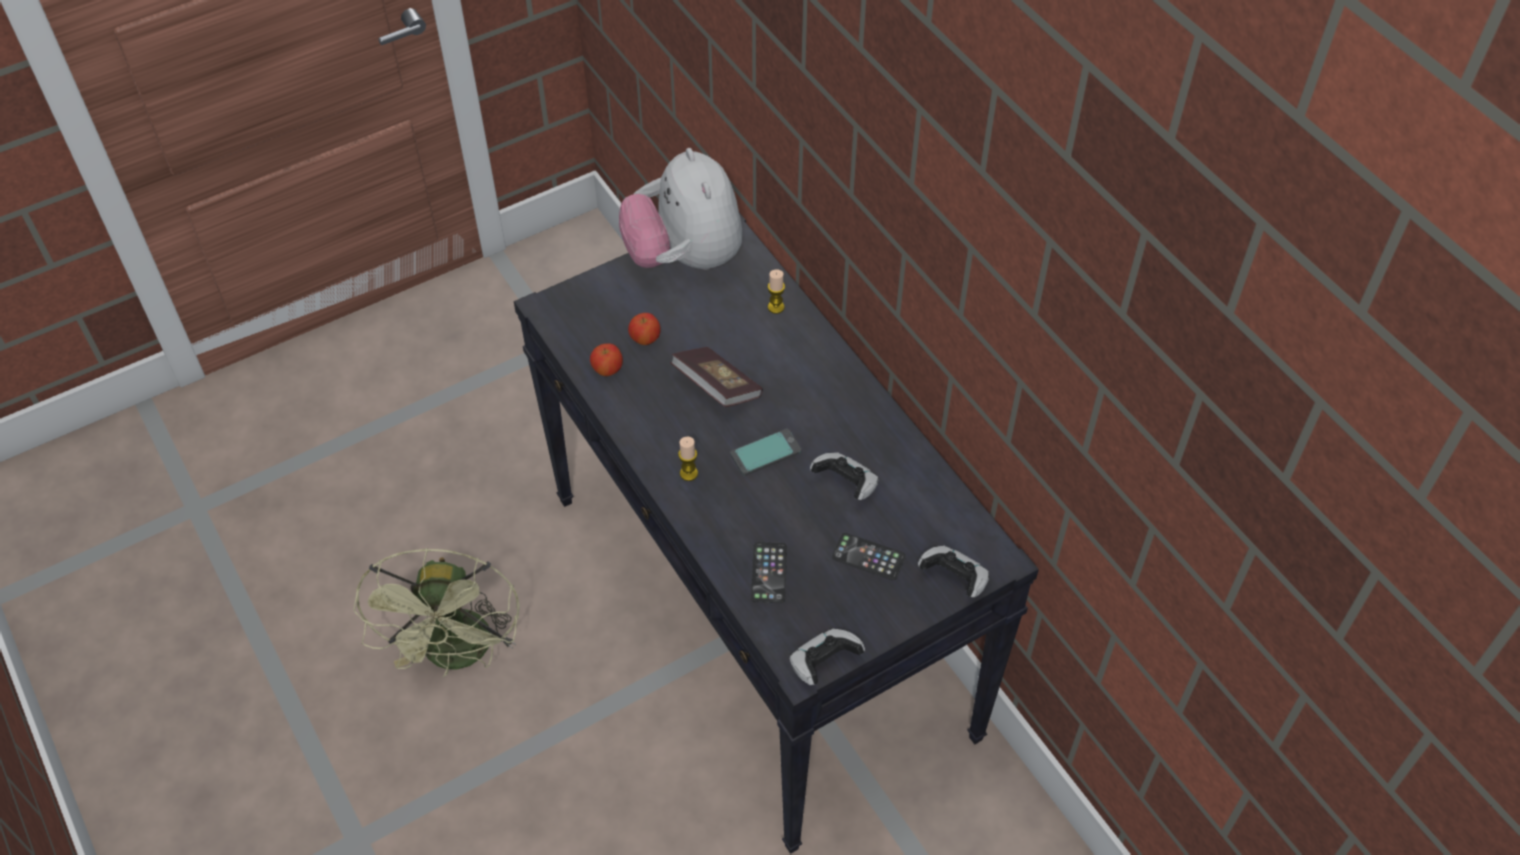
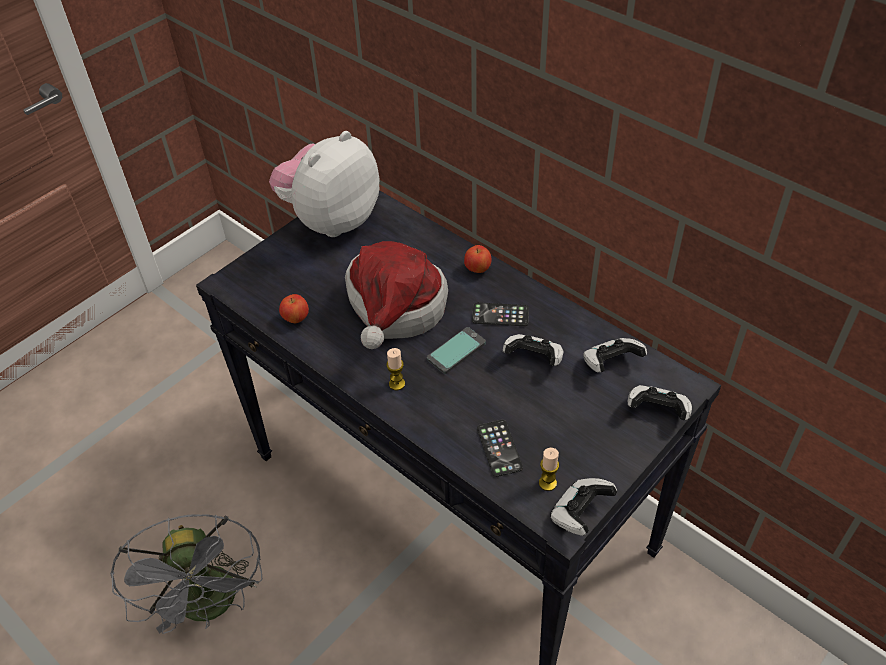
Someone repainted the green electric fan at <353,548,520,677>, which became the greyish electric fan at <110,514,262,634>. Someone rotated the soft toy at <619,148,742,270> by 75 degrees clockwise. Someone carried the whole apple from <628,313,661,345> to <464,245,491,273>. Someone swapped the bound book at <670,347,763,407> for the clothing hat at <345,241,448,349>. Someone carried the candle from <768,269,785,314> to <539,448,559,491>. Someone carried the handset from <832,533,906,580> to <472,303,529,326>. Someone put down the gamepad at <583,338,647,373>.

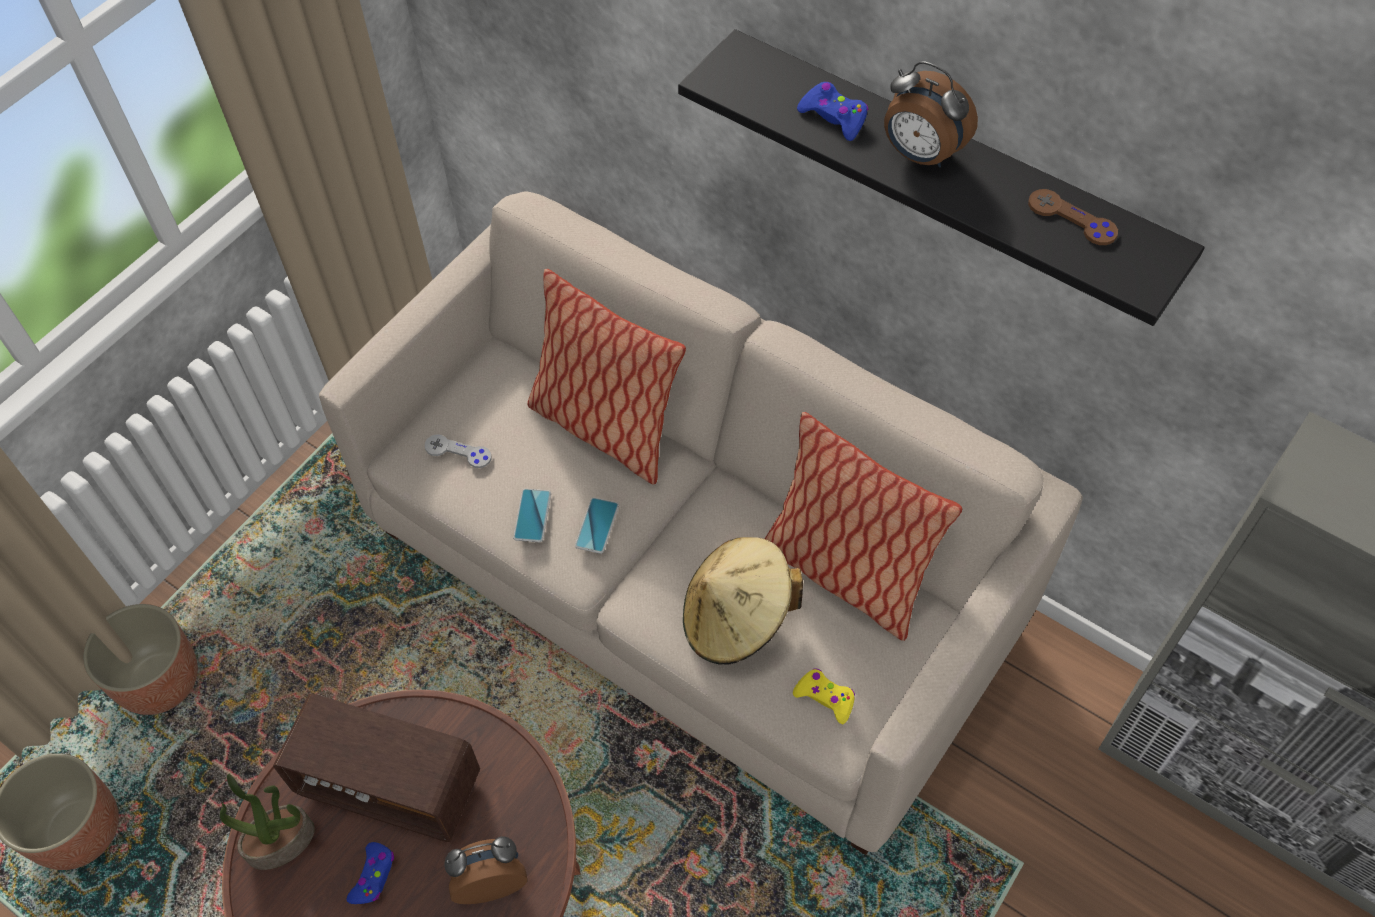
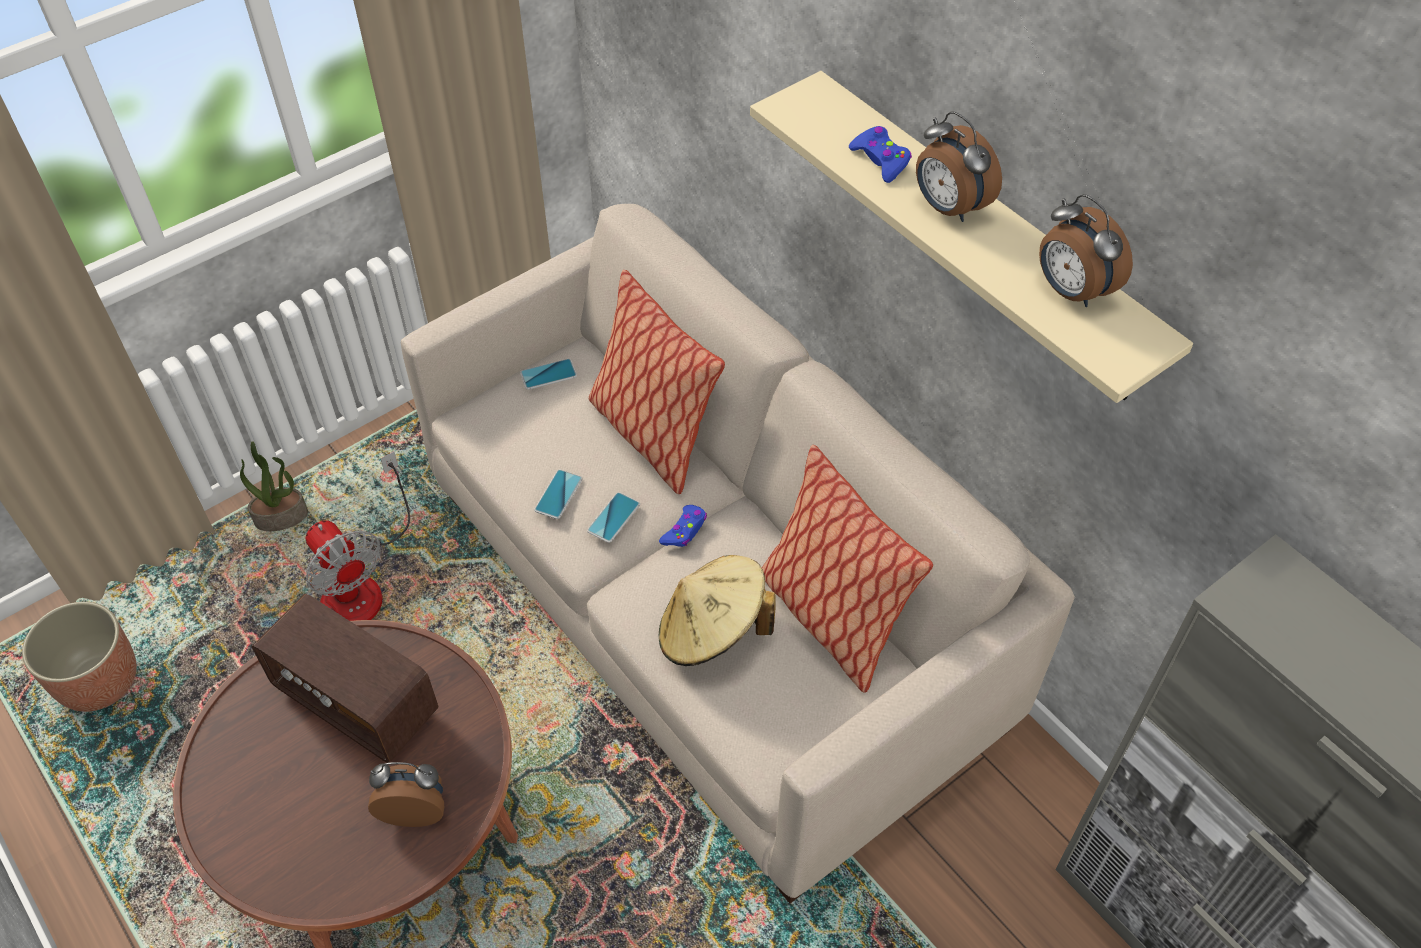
Someone took away the flower pot at <83,604,198,715>. Someone carried the houseplant from <220,774,315,870> to <240,441,308,531>. Someone carried the bluish gamepad from <346,842,394,904> to <659,505,707,547>. Someone took away the greyish gamepad at <425,434,492,468>. Someone repainted the black-coloured shelf at <678,29,1205,326>, which became the beige-coloured shelf at <750,71,1193,403>. Someone took away the yellow-coloured gamepad at <793,668,855,725>. Someone swapped the brownish gamepad at <1028,189,1118,245> for the bedside clock at <1039,194,1133,307>. Someone put down the electric fan at <306,451,410,621>. Someone put down the handset at <520,359,577,390>.

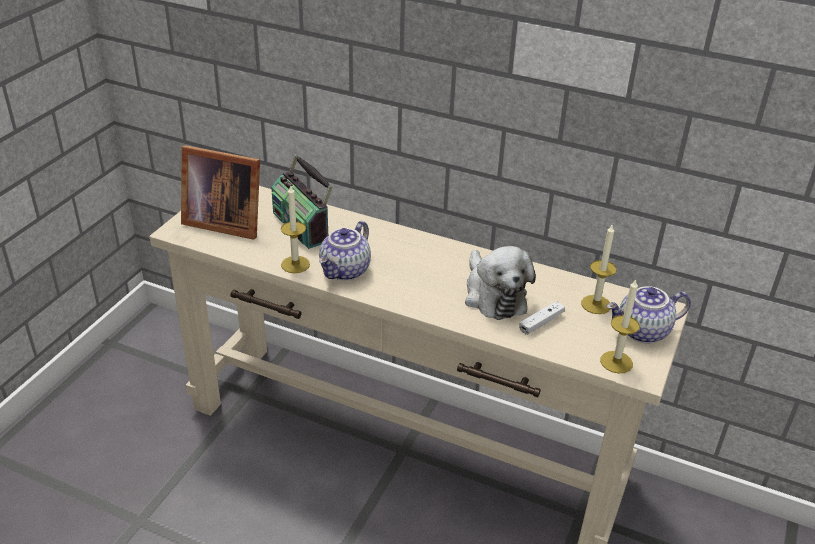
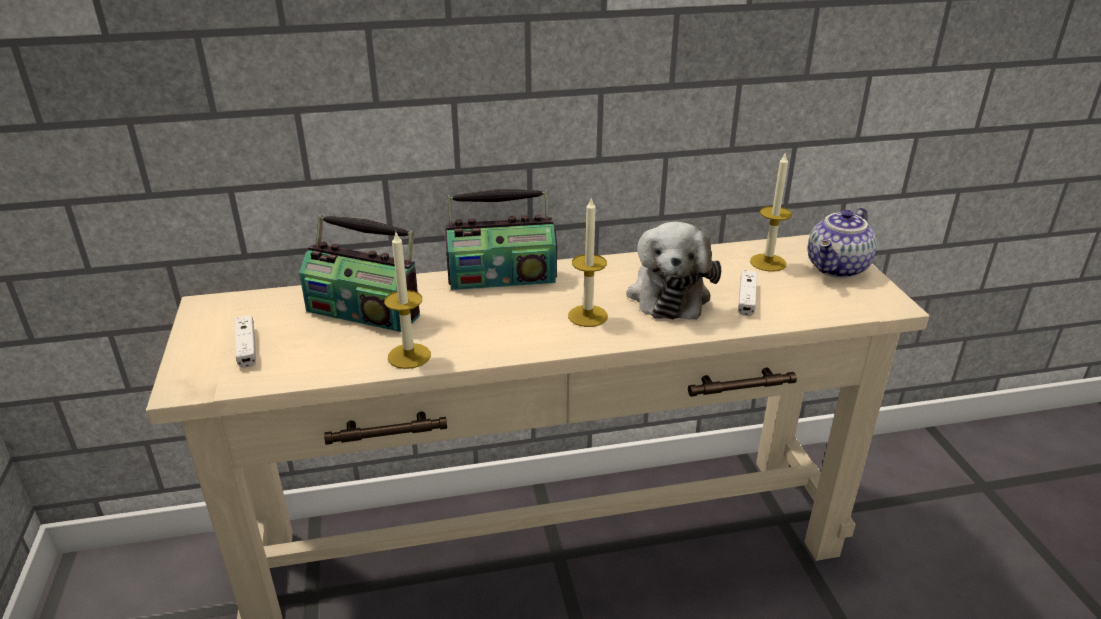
Someone swapped the photo frame at <181,145,260,240> for the white-coloured gamepad at <234,315,256,368>. Someone took away the teapot at <319,221,371,281>. Someone rotated the soft toy at <465,246,536,320> by 60 degrees clockwise. Someone carried the candle from <600,279,640,374> to <568,196,608,327>. Someone put down the radio receiver at <445,189,557,290>.

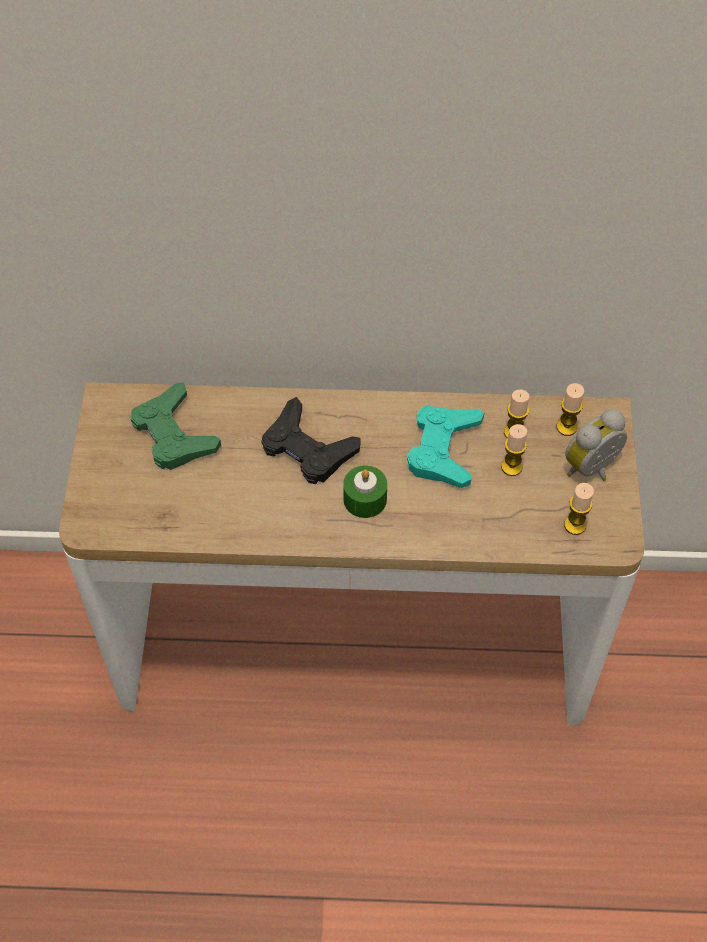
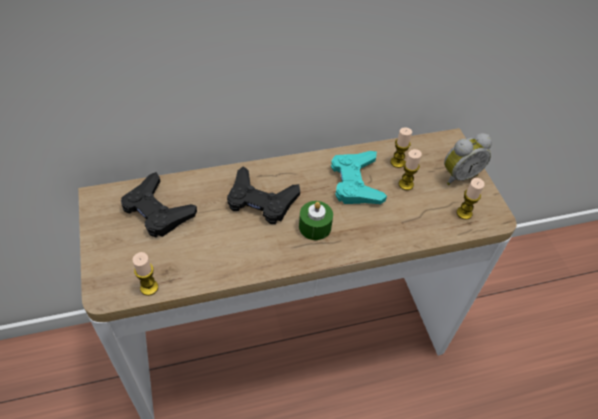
Someone repainted the green gamepad at <131,382,221,470>, which became the black-coloured gamepad at <121,172,197,237>. Someone carried the candle from <557,383,584,436> to <133,252,158,296>. Someone rotated the bedside clock at <565,409,627,481> by 150 degrees counterclockwise.

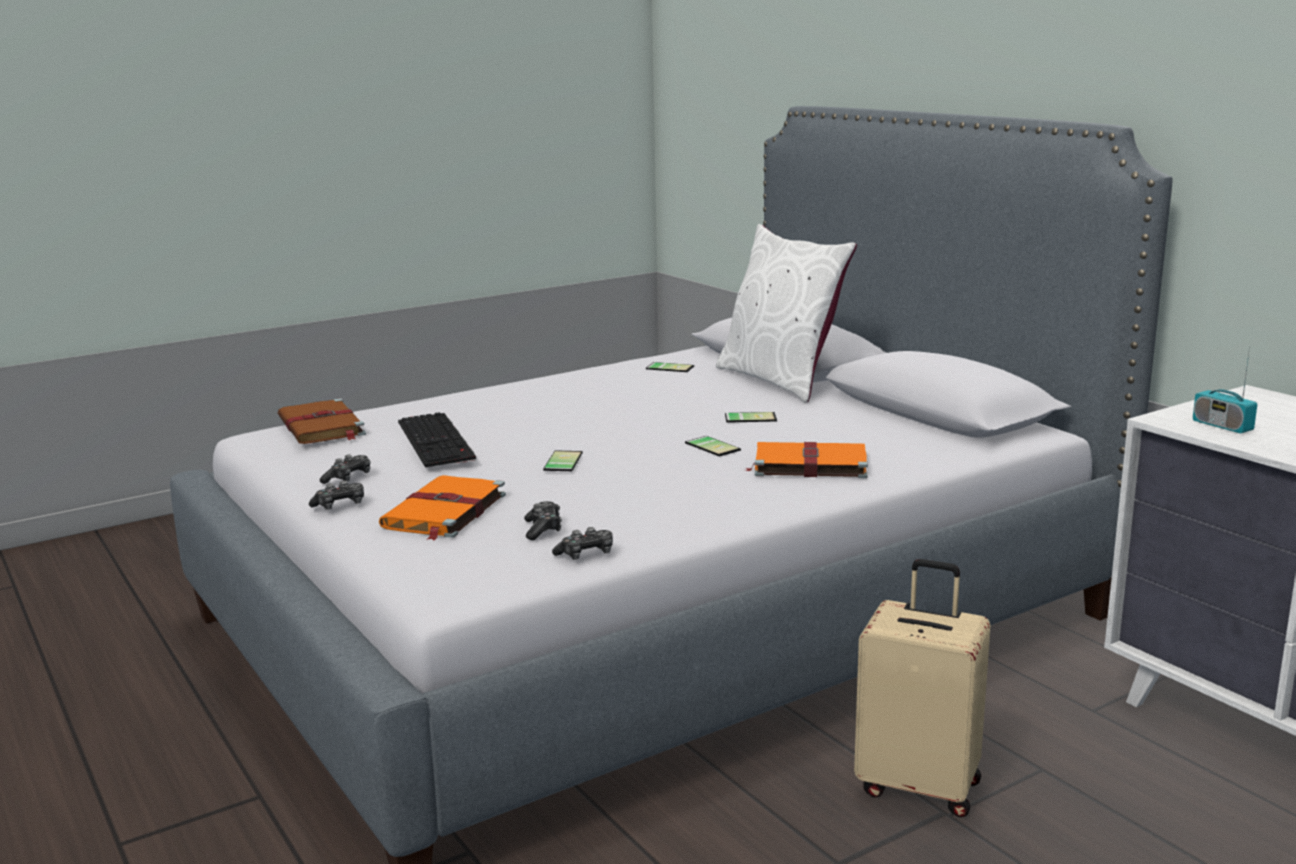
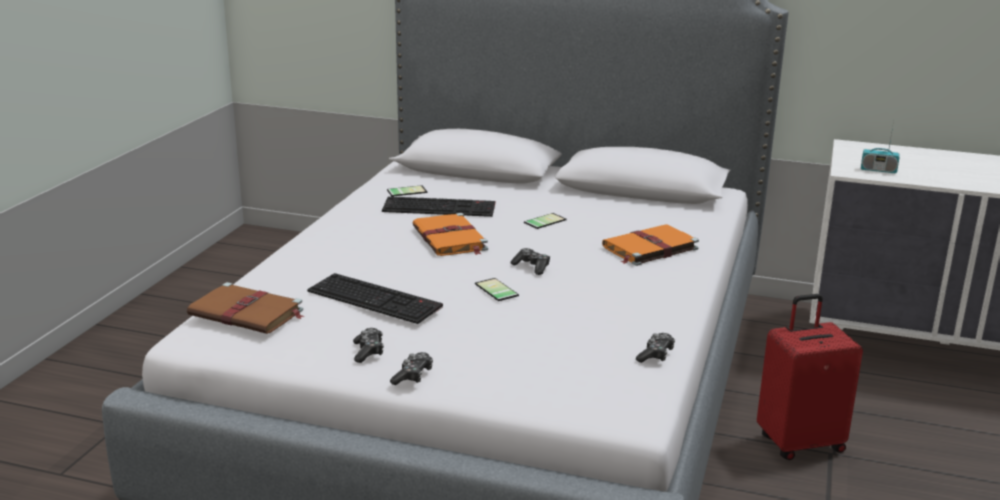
Someone carried the orangey bound book from <379,475,506,541> to <413,213,488,256>. Someone carried the gamepad from <524,501,562,540> to <511,248,550,275>. Someone took away the handset at <685,436,741,457>. Someone took away the white-coloured throw pillow at <716,224,857,403>. Someone repainted the beige-coloured travel case at <854,559,991,818>, which became the reddish travel case at <757,294,863,460>. Someone put down the keyboard at <382,196,495,217>.

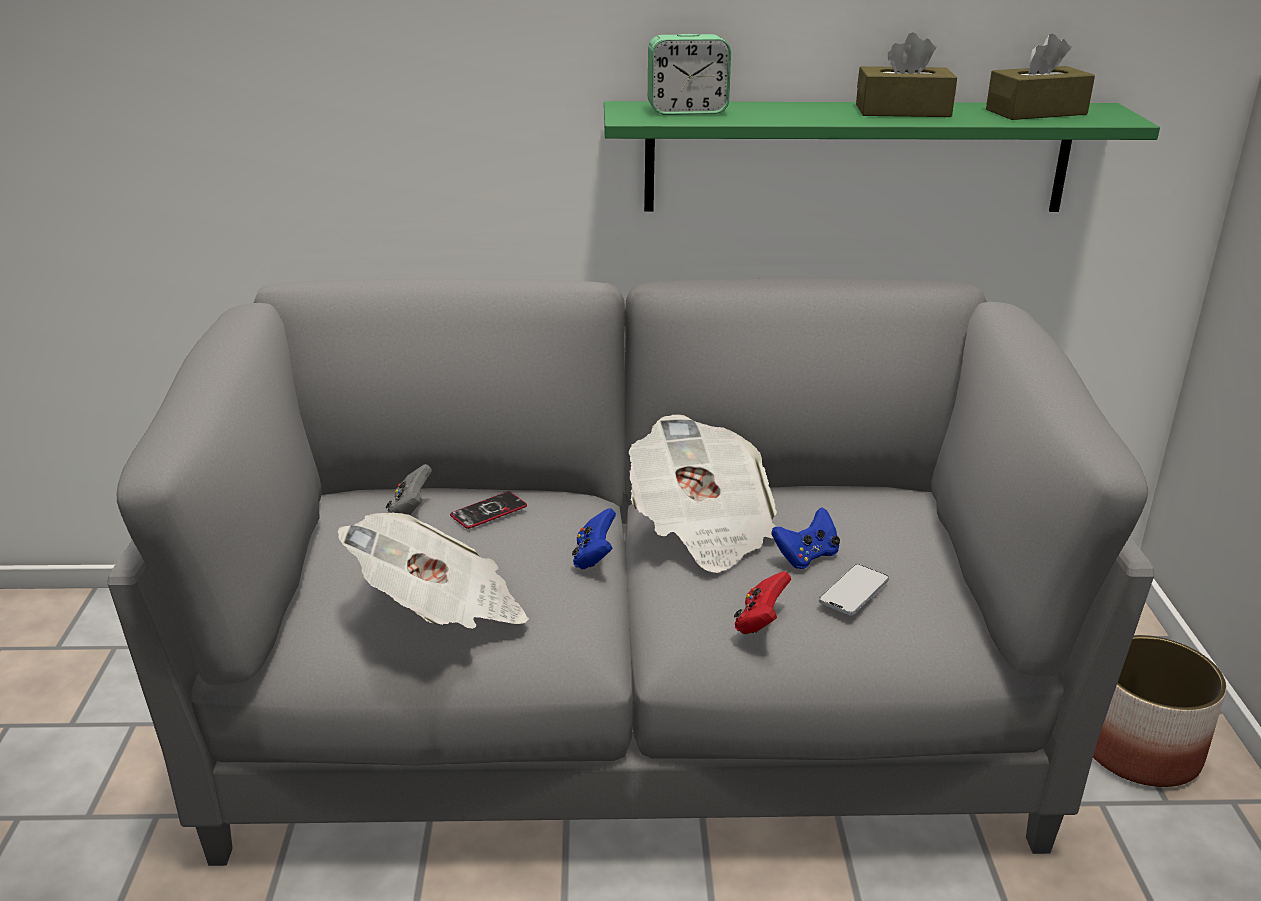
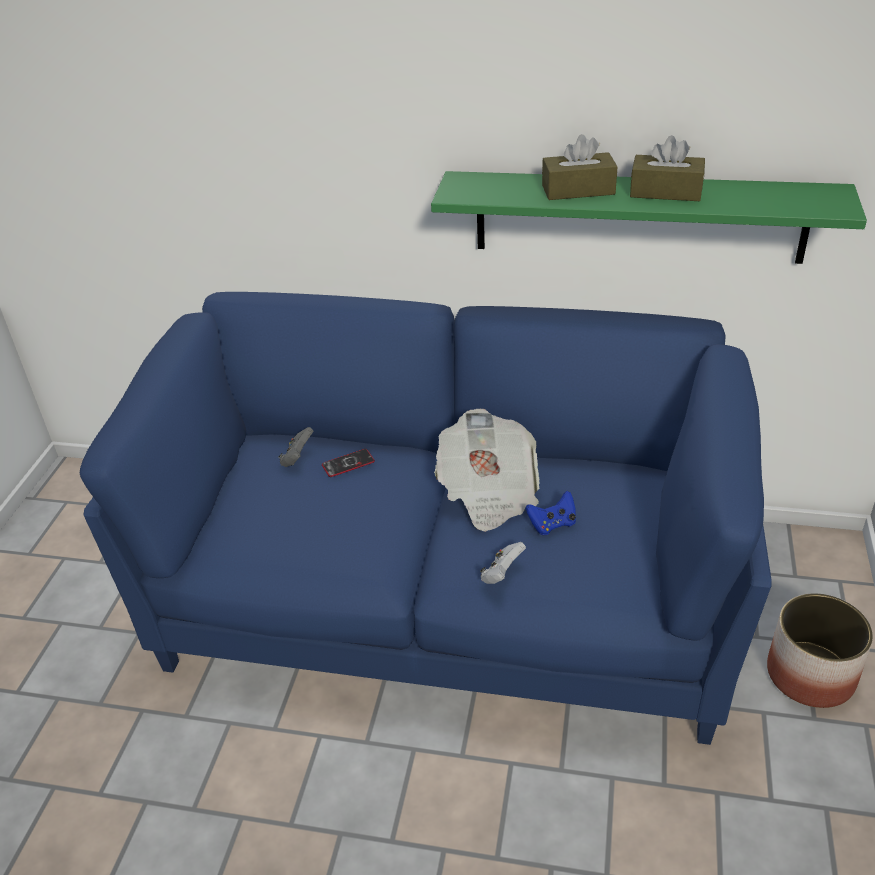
Someone repainted the greyish settee at <107,278,1154,866>, which became the bluish settee at <80,292,772,745>. Someone took away the printed paper at <337,513,529,629>. Someone took away the bluish gamepad at <572,508,616,569>. Someone took away the bedside clock at <648,34,731,115>. Someone repainted the reddish gamepad at <734,572,791,634>, which became the white-coloured gamepad at <480,542,526,584>. Someone took away the handset at <819,564,889,616>. Someone carried the brownish tissue holder from <986,34,1095,120> to <542,134,617,200>.

